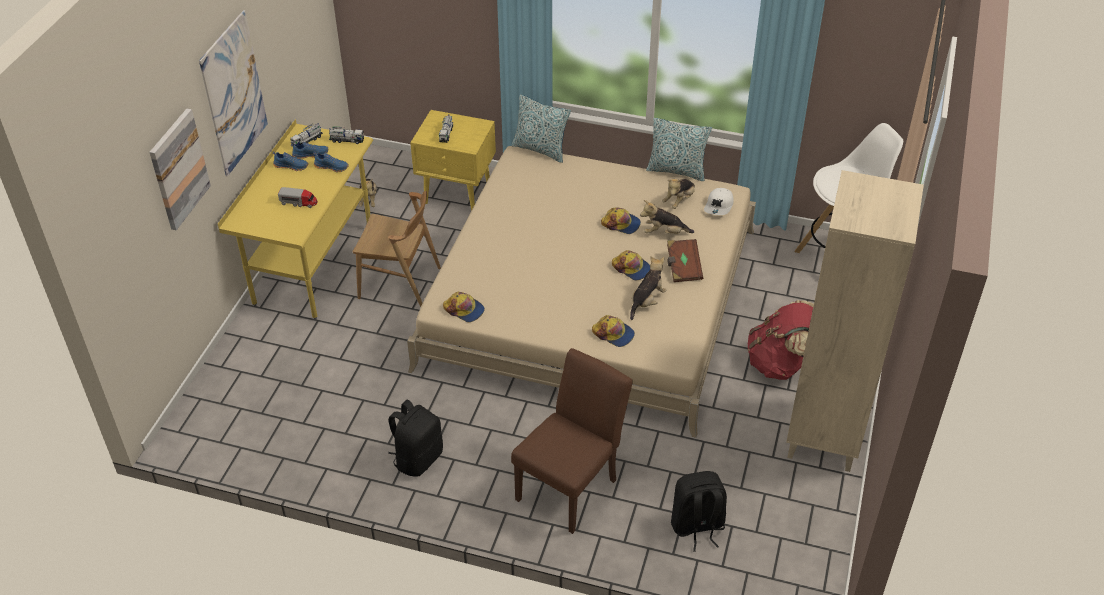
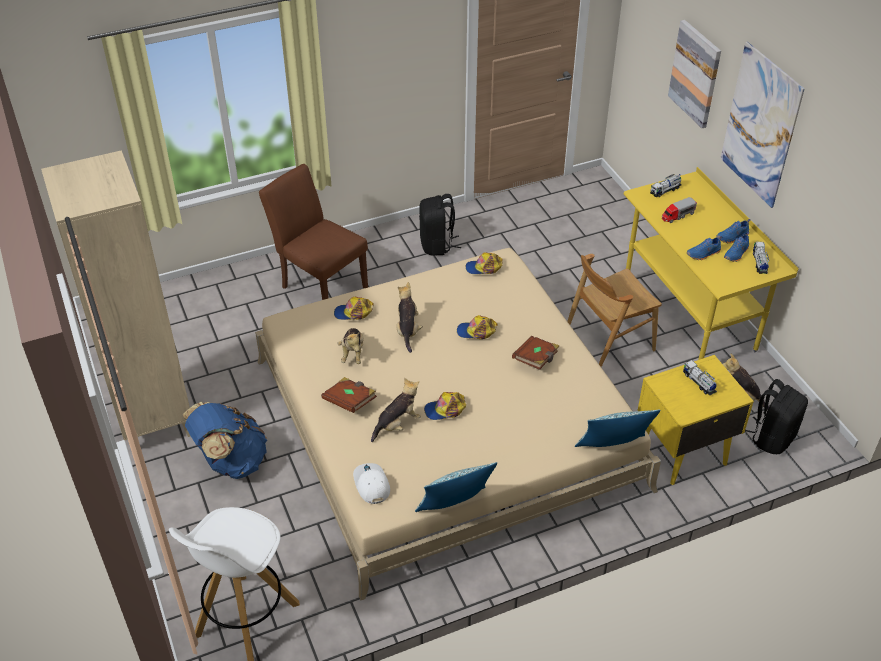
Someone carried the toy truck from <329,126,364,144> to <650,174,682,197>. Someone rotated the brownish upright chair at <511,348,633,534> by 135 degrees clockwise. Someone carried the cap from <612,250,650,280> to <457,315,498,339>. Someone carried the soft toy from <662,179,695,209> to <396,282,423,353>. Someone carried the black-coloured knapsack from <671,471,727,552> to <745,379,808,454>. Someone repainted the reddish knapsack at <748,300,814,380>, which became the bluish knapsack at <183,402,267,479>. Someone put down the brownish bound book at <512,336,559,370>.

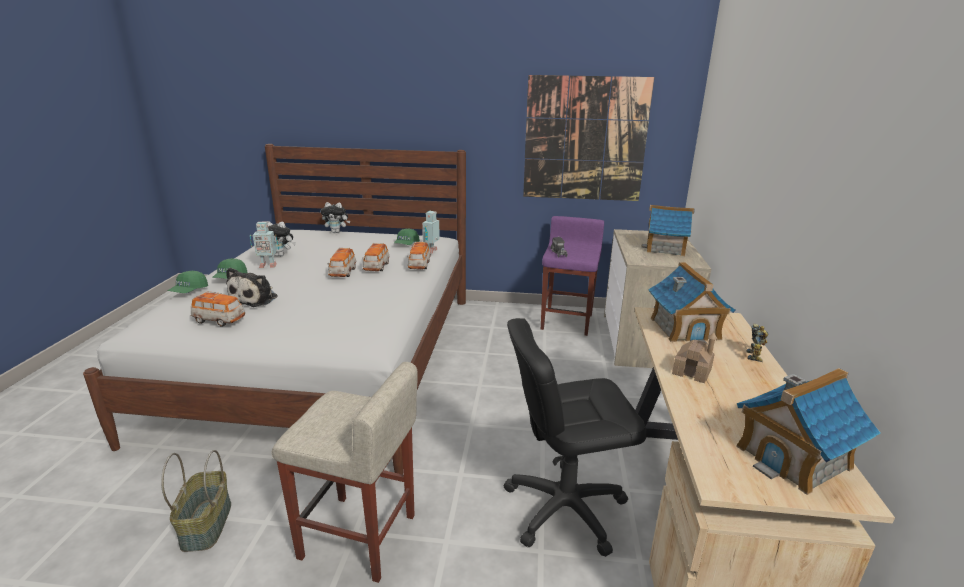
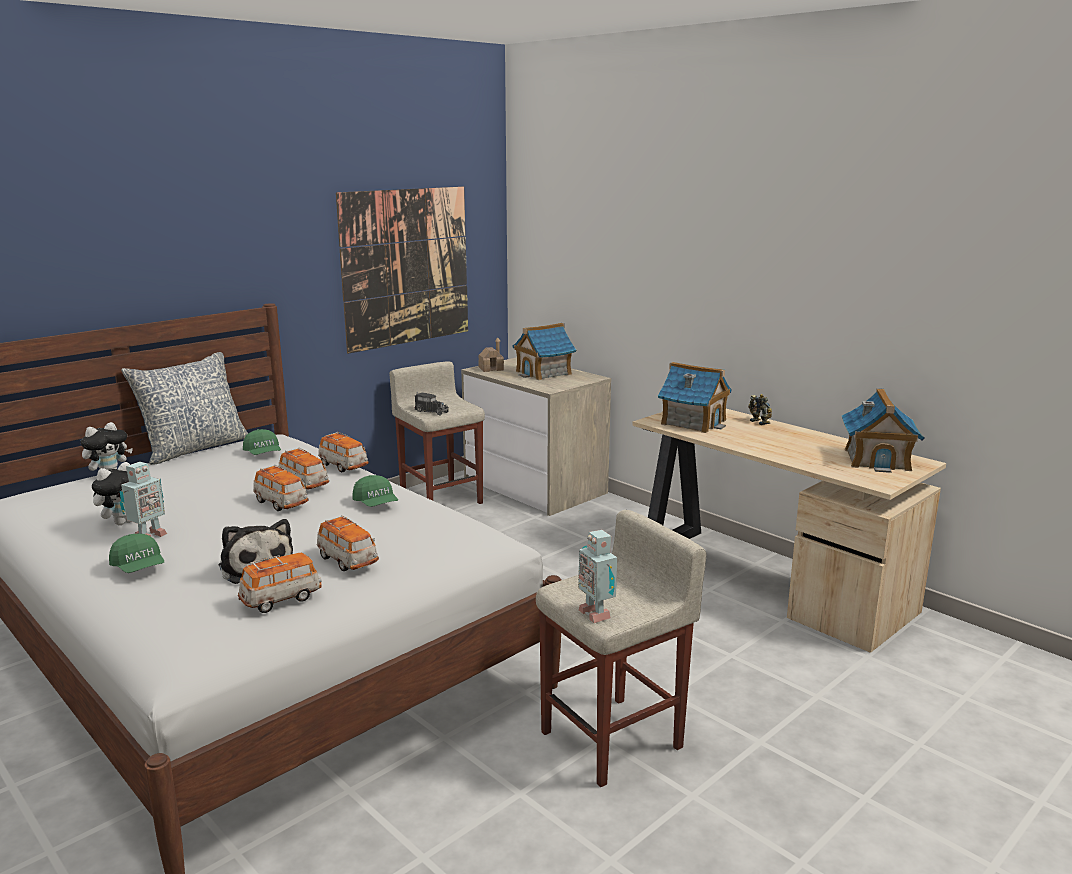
Someone took away the household basket at <161,450,231,552>. Someone carried the green cap from <168,271,208,293> to <352,475,398,507>. Someone carried the robot figure from <422,211,440,254> to <578,530,617,623>. Someone took away the black-coloured computer chair at <504,318,647,557>. Someone repainted the purplish stool at <541,216,604,336>, which became the beige-coloured stool at <389,361,485,504>. Someone carried the model house from <672,332,717,383> to <478,337,504,372>. Someone put down the throw pillow at <121,352,248,465>. Someone put down the model car at <317,515,379,571>.

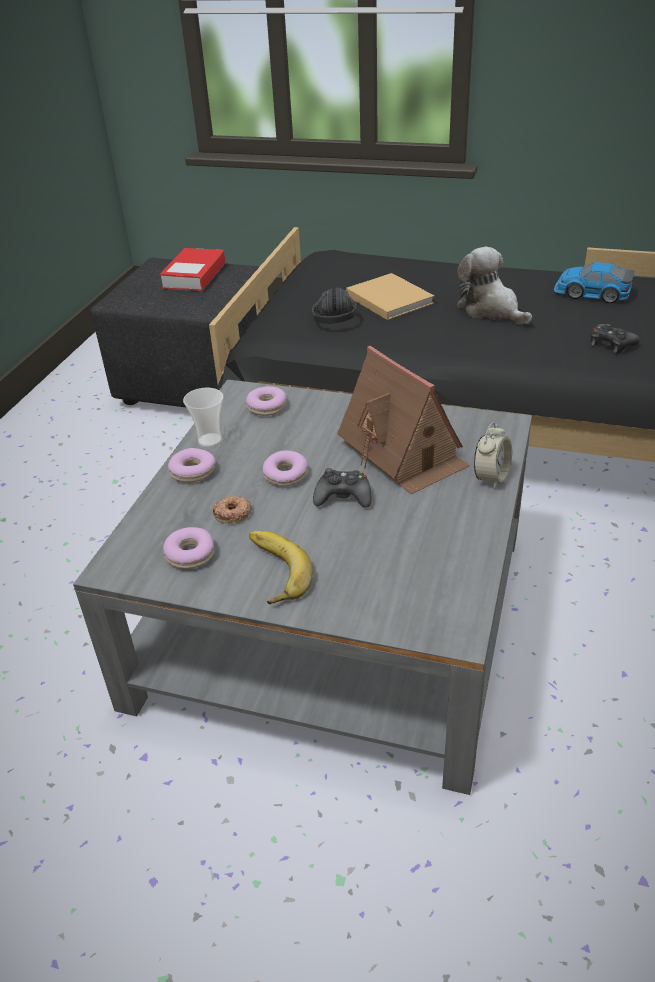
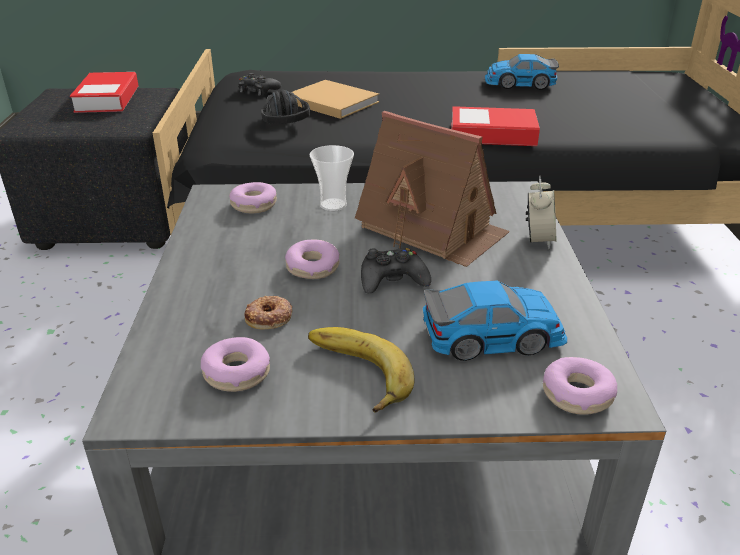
Someone carried the doughnut from <168,448,216,483> to <543,357,617,415>. Someone carried the small cup from <183,388,223,447> to <310,145,354,211>. Someone took away the soft toy at <457,247,532,325>. Someone carried the black-coloured gamepad from <591,324,640,353> to <239,73,281,96>. Someone put down the model car at <423,281,567,361>. Someone put down the bound book at <451,106,540,146>.

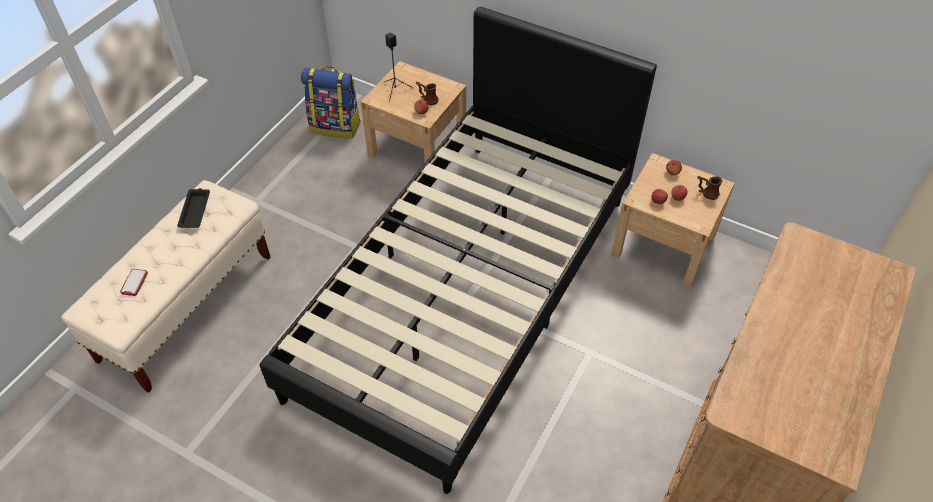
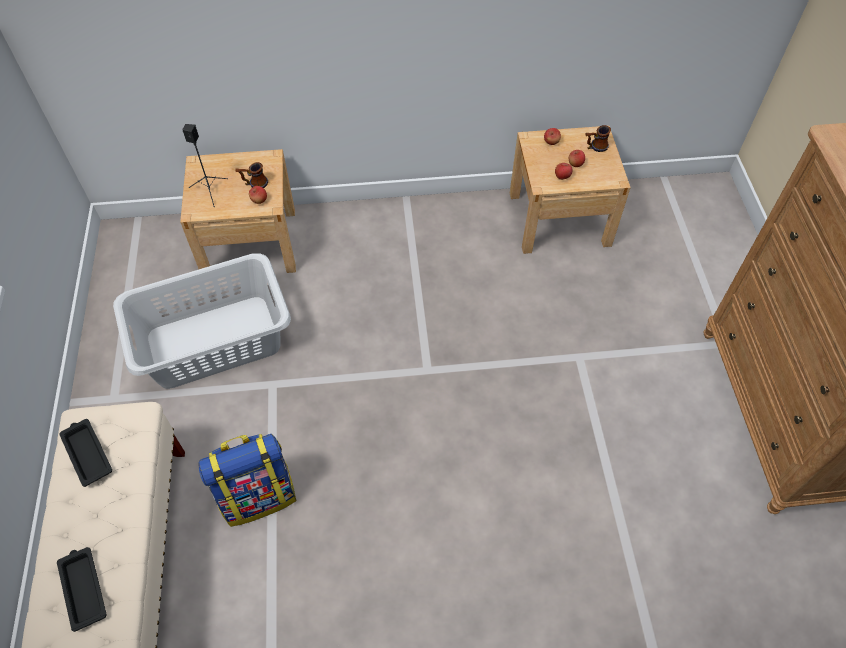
Someone swapped the handset at <120,269,148,296> for the black-coloured tray at <57,547,107,632>. Someone took away the black-coloured sleeping bed at <260,6,657,494>. Someone carried the knapsack from <301,66,361,138> to <199,434,296,527>. Someone put down the greyish laundry basket at <113,253,291,389>.

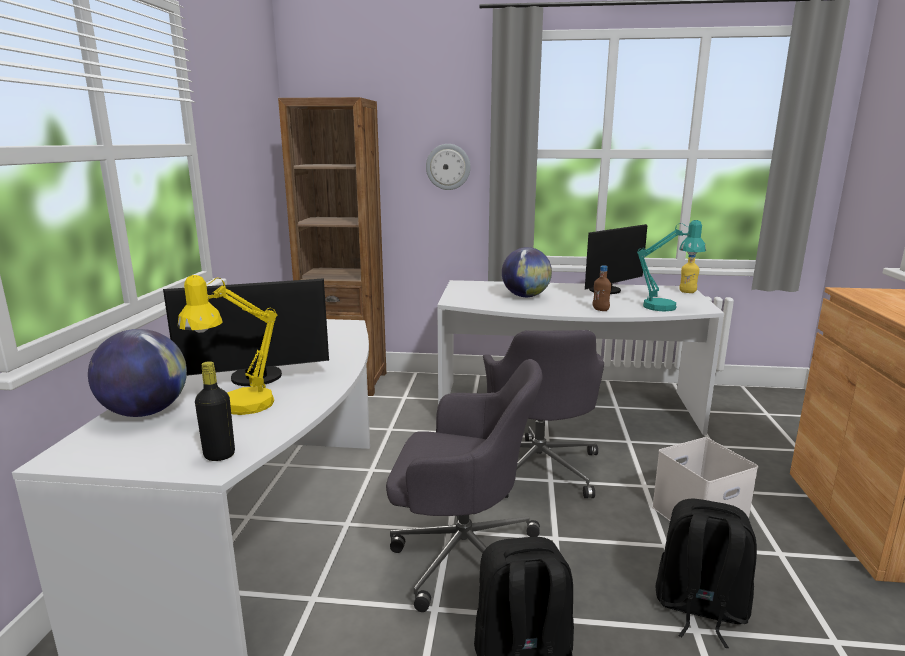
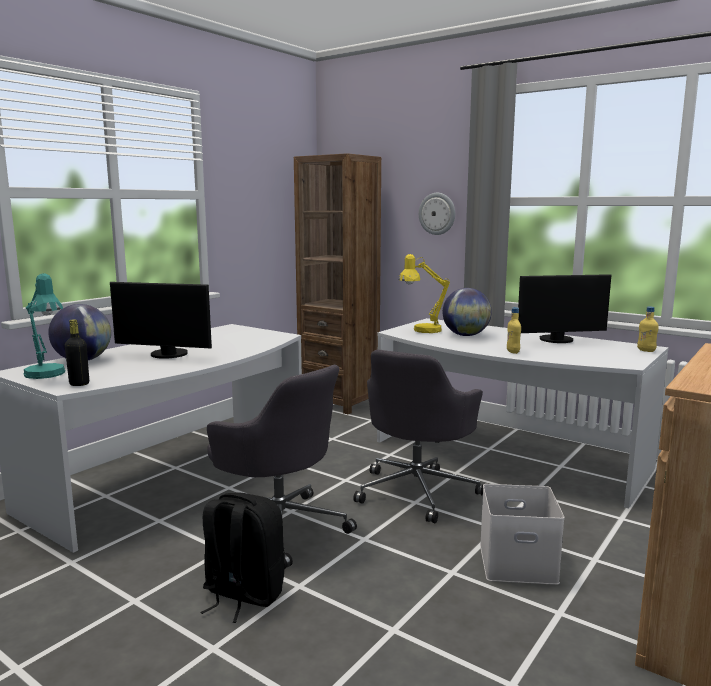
Someone carried the yellow-coloured table lamp from <177,275,277,415> to <399,254,450,333>. Someone repainted the brownish bottle at <593,265,611,311>, which became the yellow-coloured bottle at <507,307,521,354>. Someone carried the blue-green table lamp from <637,220,706,311> to <24,274,65,379>. Someone took away the black-coloured knapsack at <656,499,757,648>.

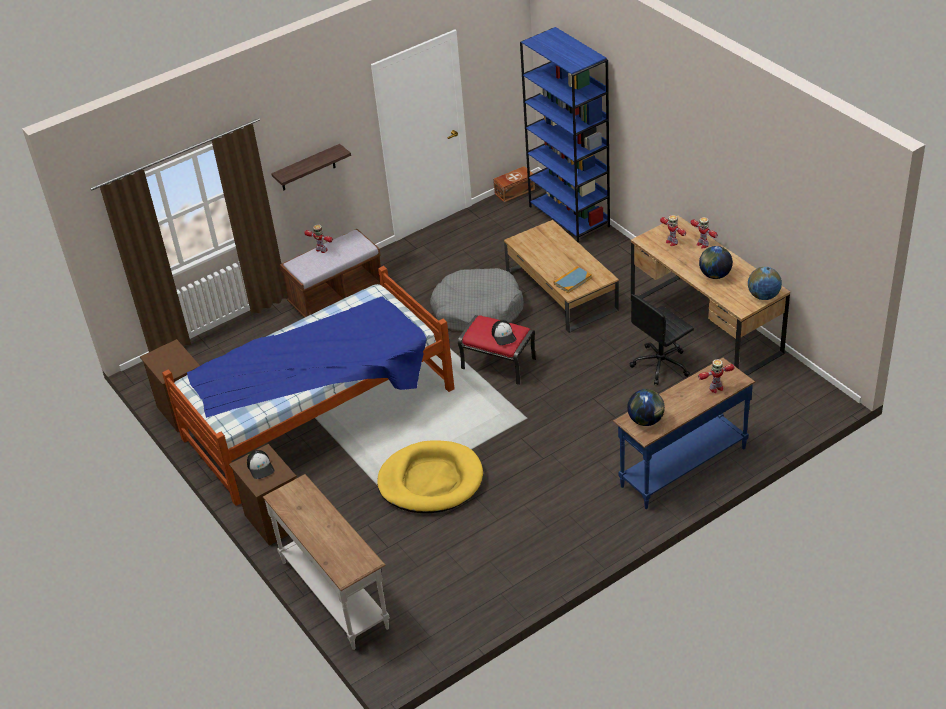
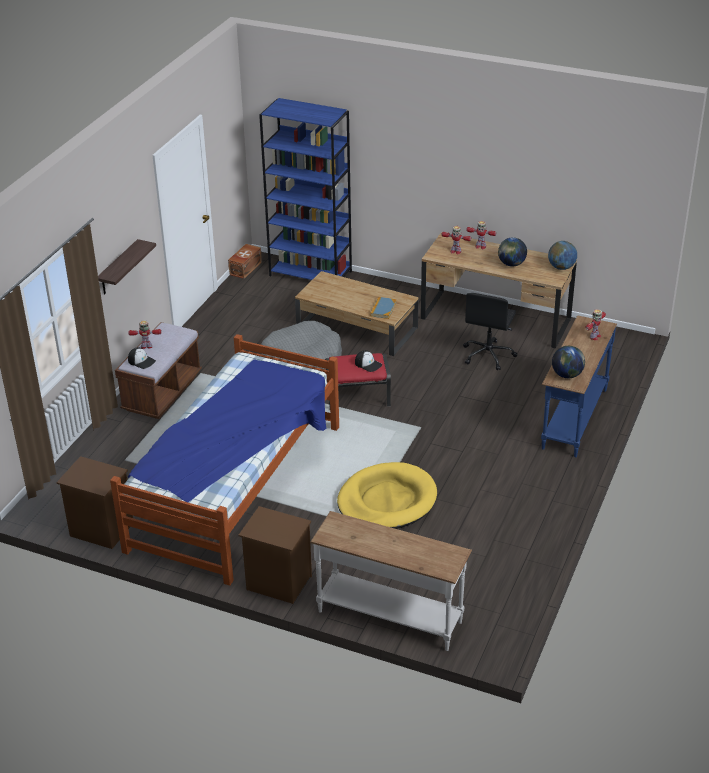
Someone carried the cap from <247,450,275,479> to <128,347,156,369>.

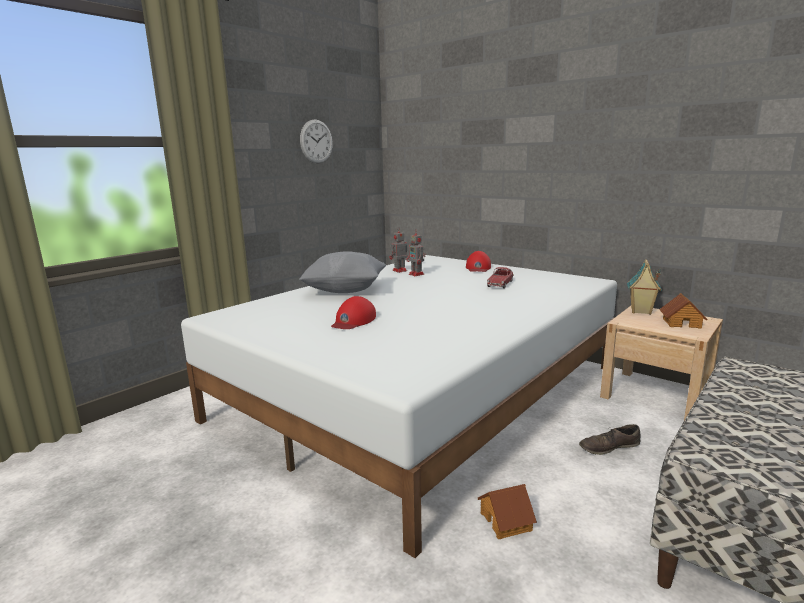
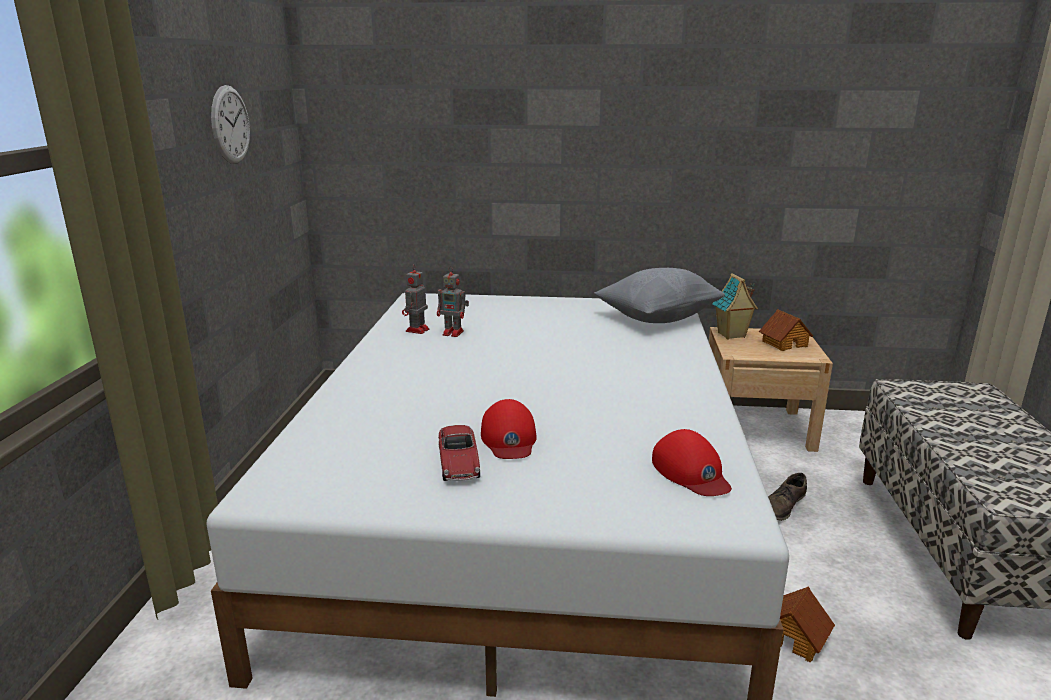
Someone carried the greyish throw pillow from <299,251,386,293> to <594,268,725,323>. Someone carried the reddish cap from <466,251,491,272> to <652,429,732,496>. Someone carried the model car from <487,267,514,288> to <438,425,480,481>.

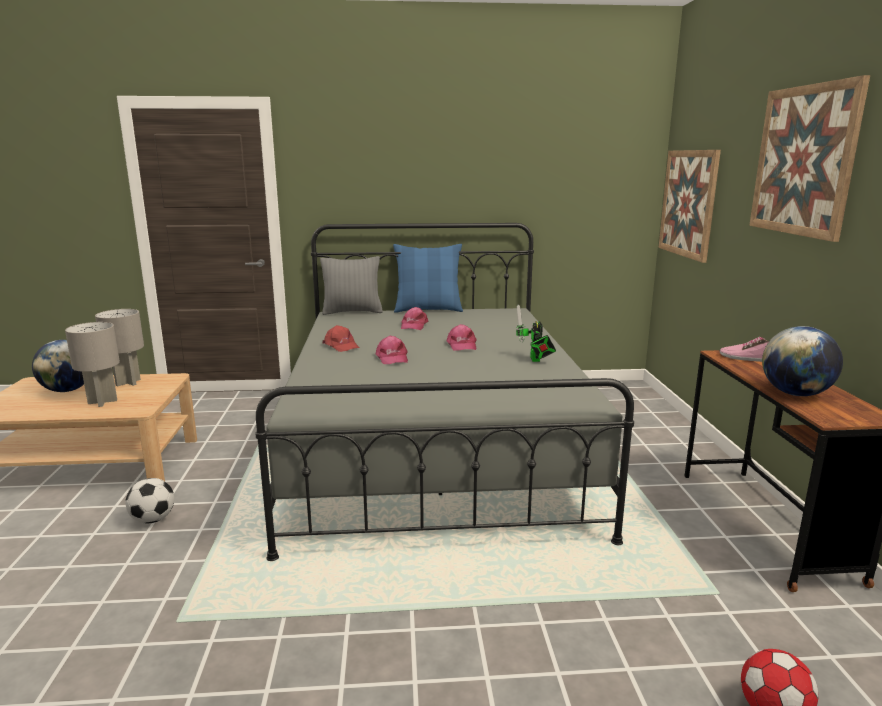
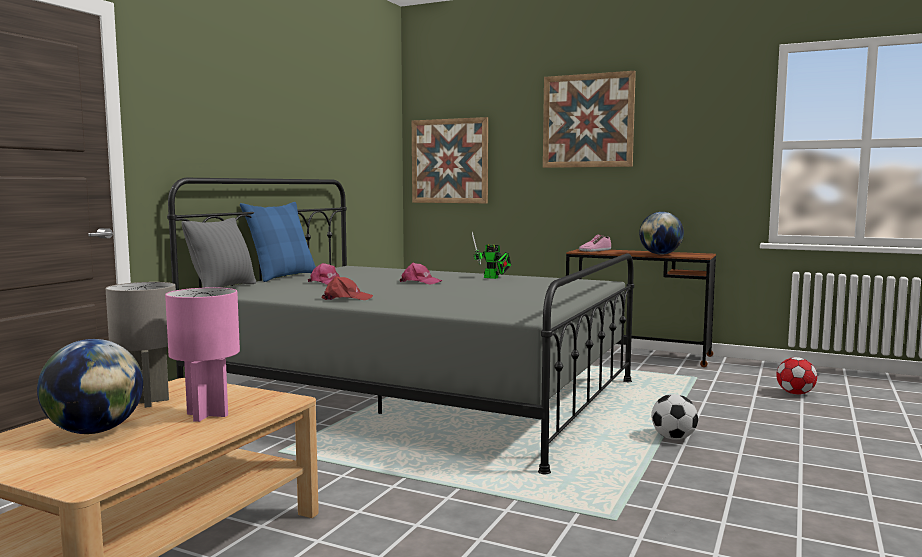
Someone repainted the greyish table lamp at <65,322,120,407>, which became the pink-coloured table lamp at <165,287,240,422>. Someone carried the football ball from <125,478,174,524> to <651,394,698,440>. Someone took away the pink-coloured cap at <376,336,408,364>.

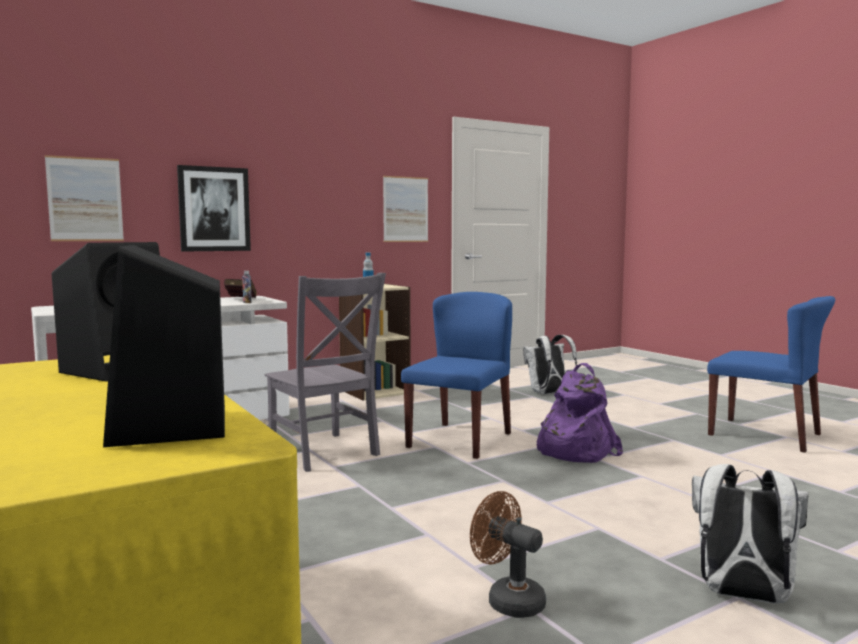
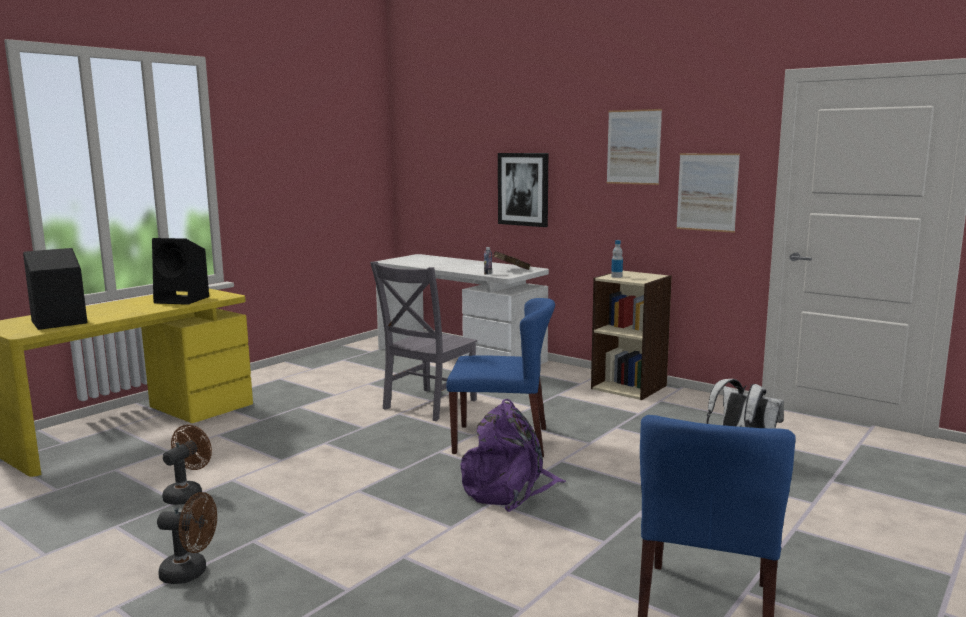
Someone carried the picture from <45,155,124,241> to <607,109,662,185>. Someone swapped the white-coloured knapsack at <692,464,808,603> for the brownish electric fan at <157,492,217,584>.

